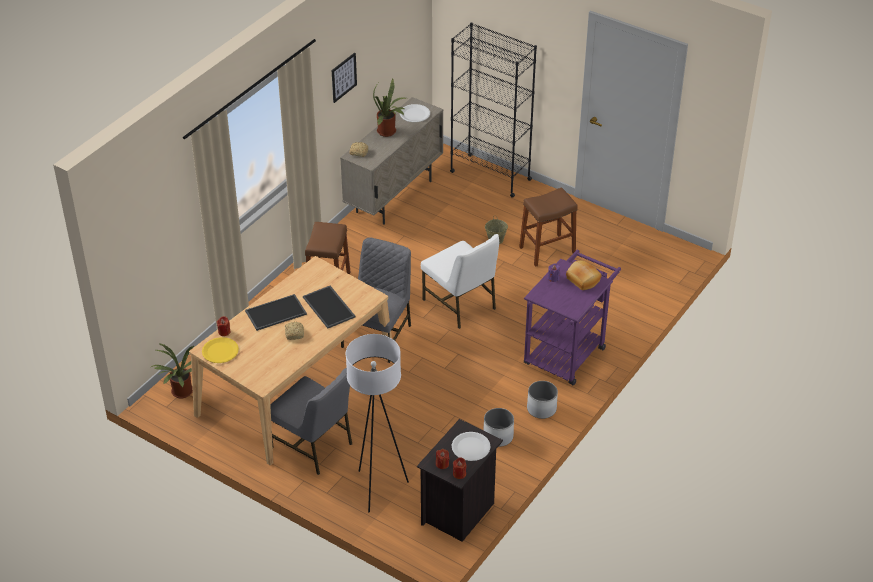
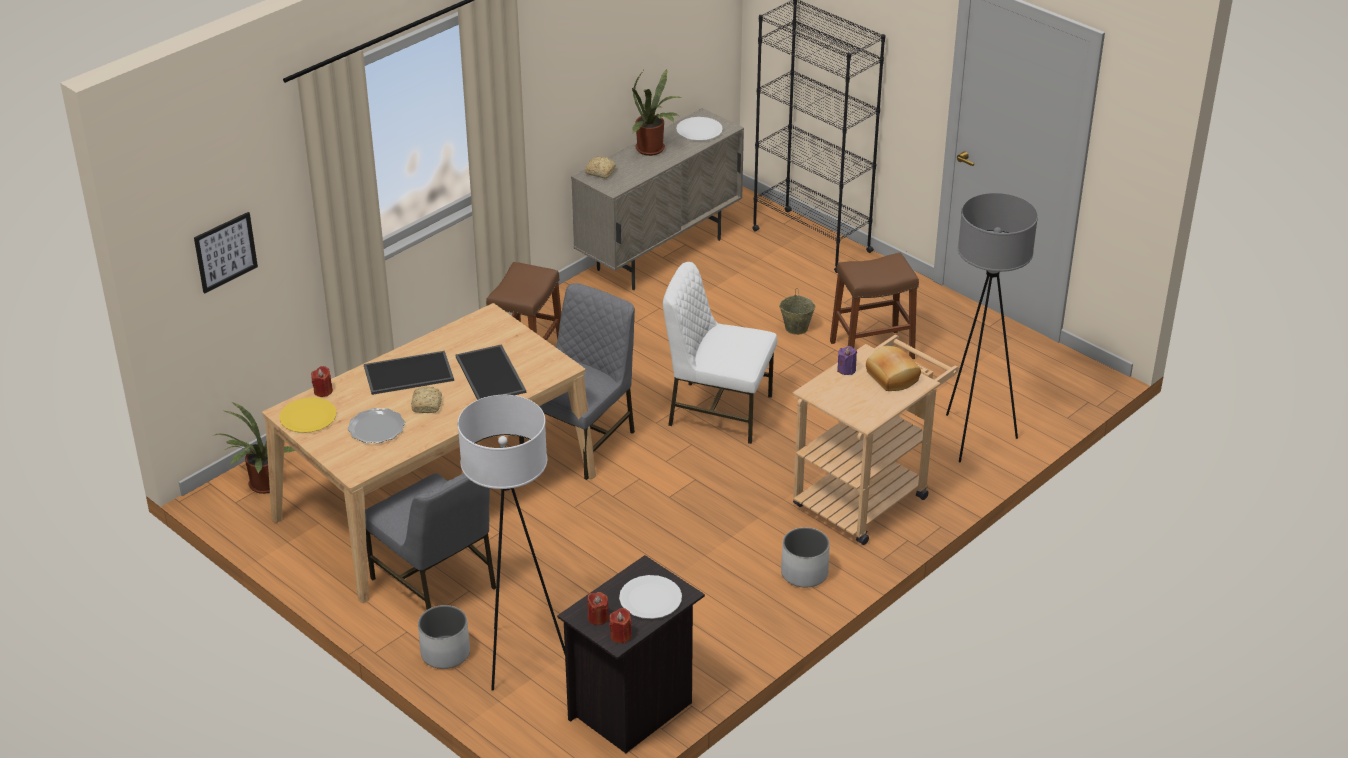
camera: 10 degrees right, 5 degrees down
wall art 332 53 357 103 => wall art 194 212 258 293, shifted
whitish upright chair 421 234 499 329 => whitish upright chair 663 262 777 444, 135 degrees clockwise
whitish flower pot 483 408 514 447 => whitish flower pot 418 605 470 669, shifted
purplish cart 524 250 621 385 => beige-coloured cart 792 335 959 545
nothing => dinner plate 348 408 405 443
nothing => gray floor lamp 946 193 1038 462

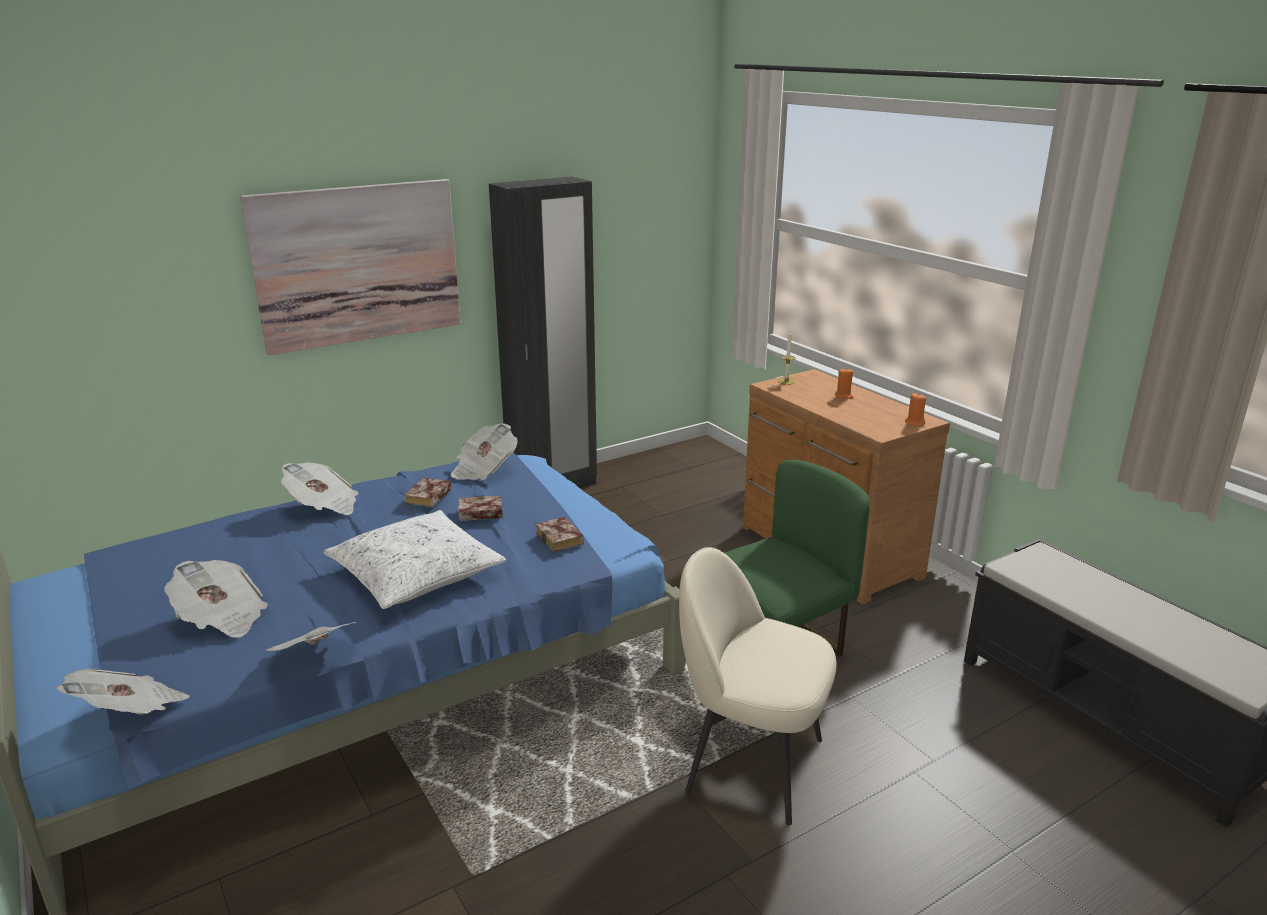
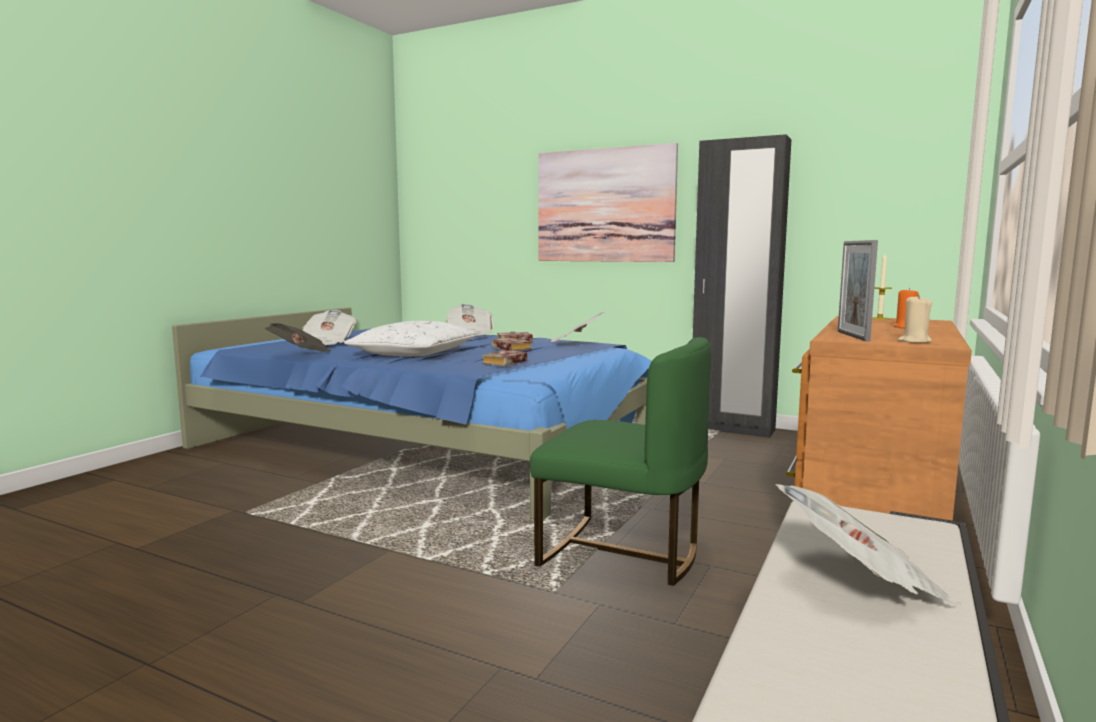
camera: 60 degrees right, 15 degrees down
newspaper 56 669 190 714 => newspaper 775 484 961 605, shifted
beige-coloured upright chair 679 547 836 825 => nothing
orange-coloured candle 905 393 926 426 => beige-coloured candle 898 295 932 343
nothing => standing frame 838 240 878 342

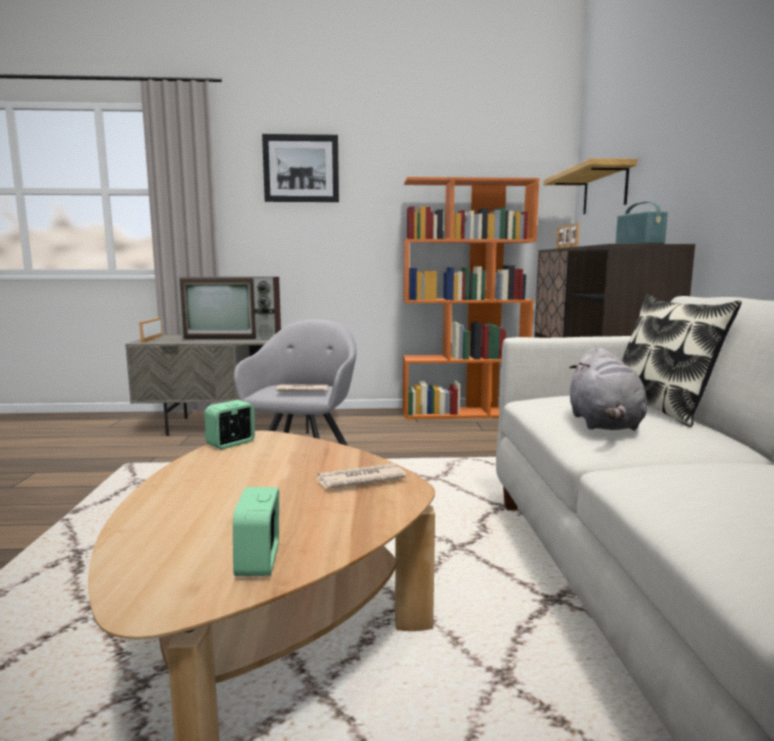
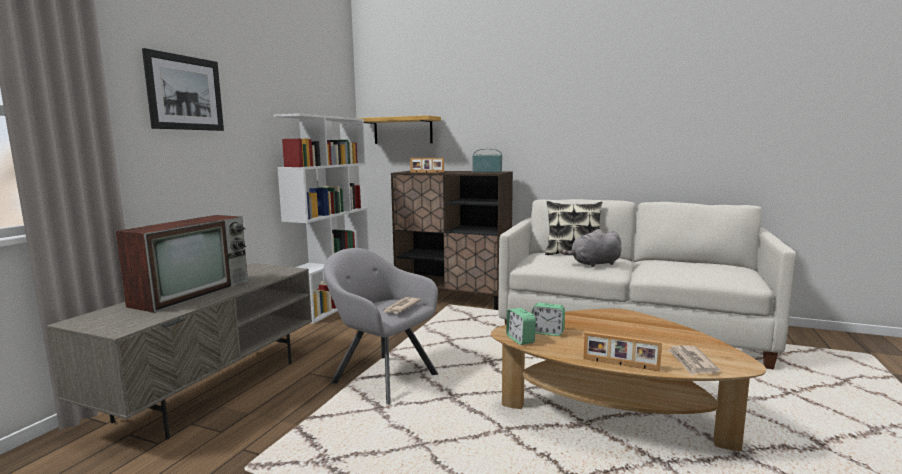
camera: 65 degrees left, 0 degrees up
standing frame 139 317 162 343 => standing frame 583 332 662 372, shifted
alarm clock 233 487 279 576 => alarm clock 532 303 565 336, shifted
newspaper 314 463 407 489 => newspaper 667 345 720 375, shifted
orange-coloured shelving unit 403 177 539 419 => whitish shelving unit 274 113 369 324
gray cuddly toy 569 348 647 431 => gray cuddly toy 560 229 622 267, 135 degrees clockwise

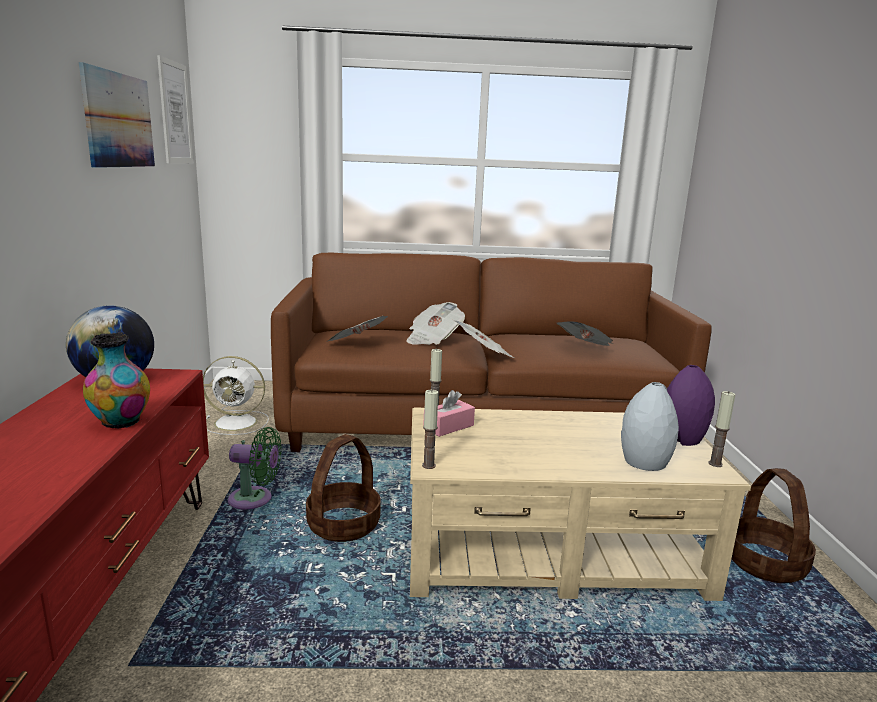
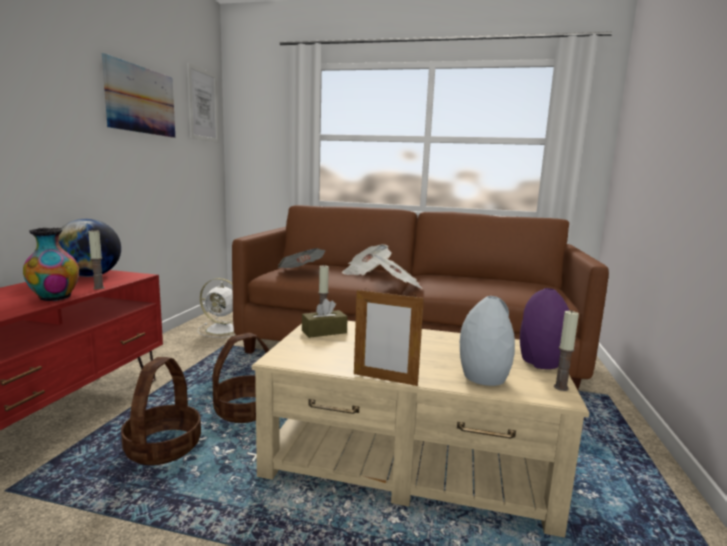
camera: 15 degrees right, 5 degrees down
green cooling fan 228 427 282 509 => nothing
candle 422 390 438 469 => candle 88 230 105 290, shifted
pinkish box of tissues 423 390 475 437 => brown box of tissues 302 299 348 338
newspaper 556 321 613 346 => nothing
basket 732 468 816 583 => basket 121 357 201 465, shifted
nothing => standing frame 354 288 424 386

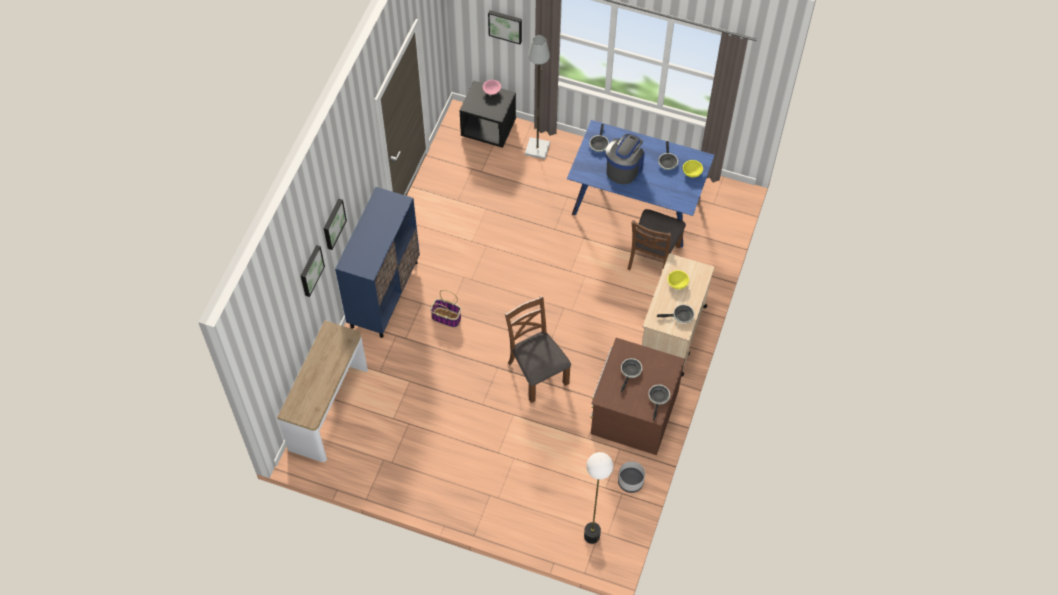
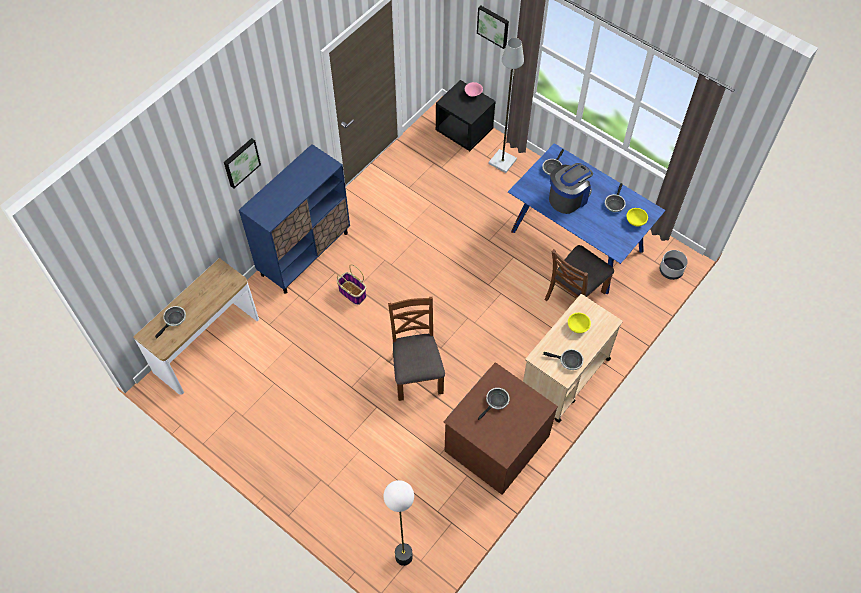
camera: 20 degrees right, 0 degrees up
wall art 301 245 325 297 => nothing
gray flower pot 618 461 645 493 => gray flower pot 660 250 688 280, shifted
skillet 648 385 670 420 => skillet 155 306 186 339, shifted

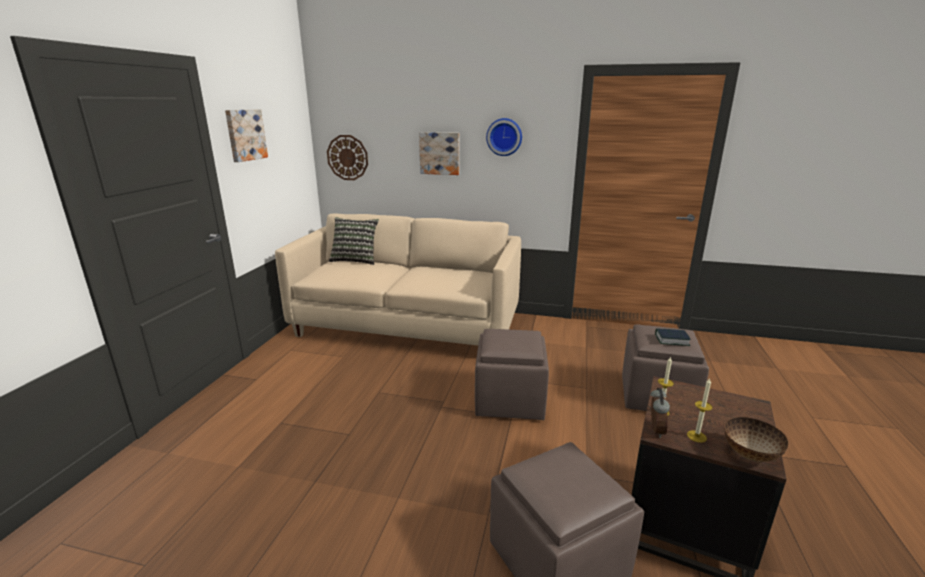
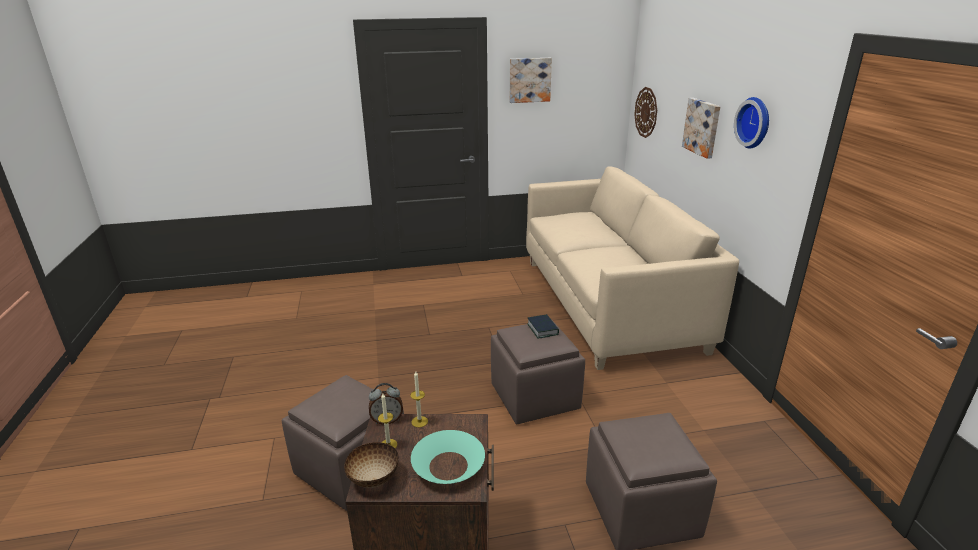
camera: 65 degrees right, 5 degrees up
throw pillow 329 217 379 265 => nothing
bound book 655 328 691 346 => bound book 527 314 559 339, shifted
nothing => blue-green serving bowl 411 430 485 484

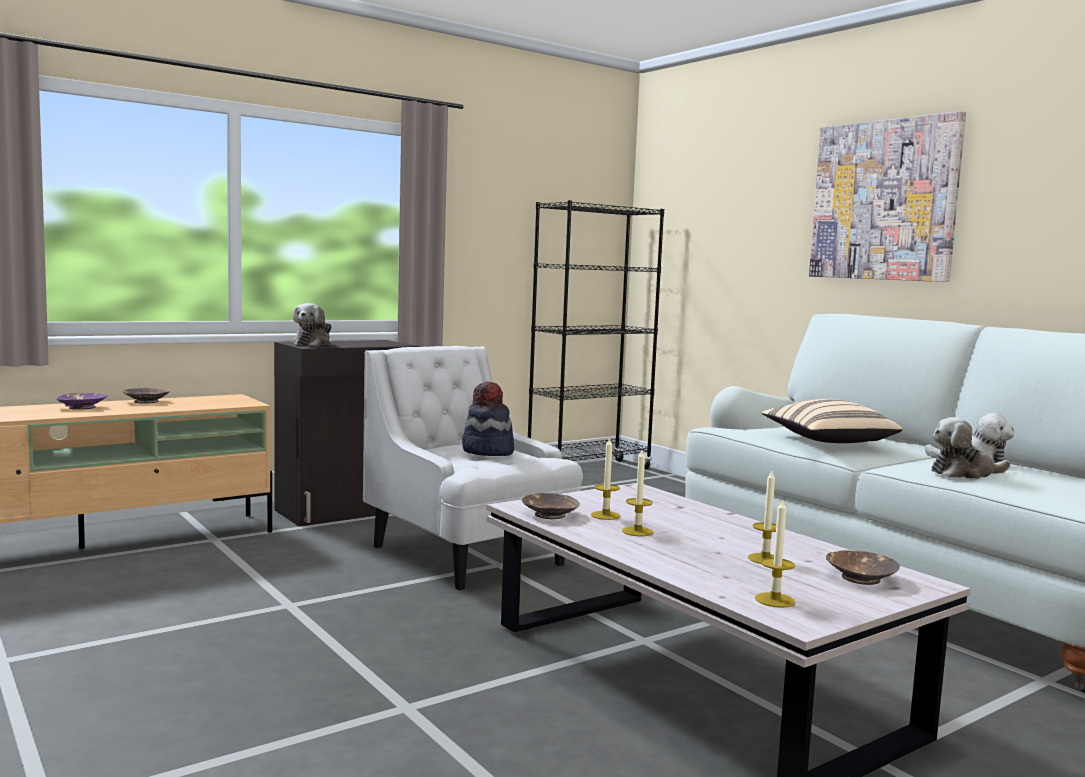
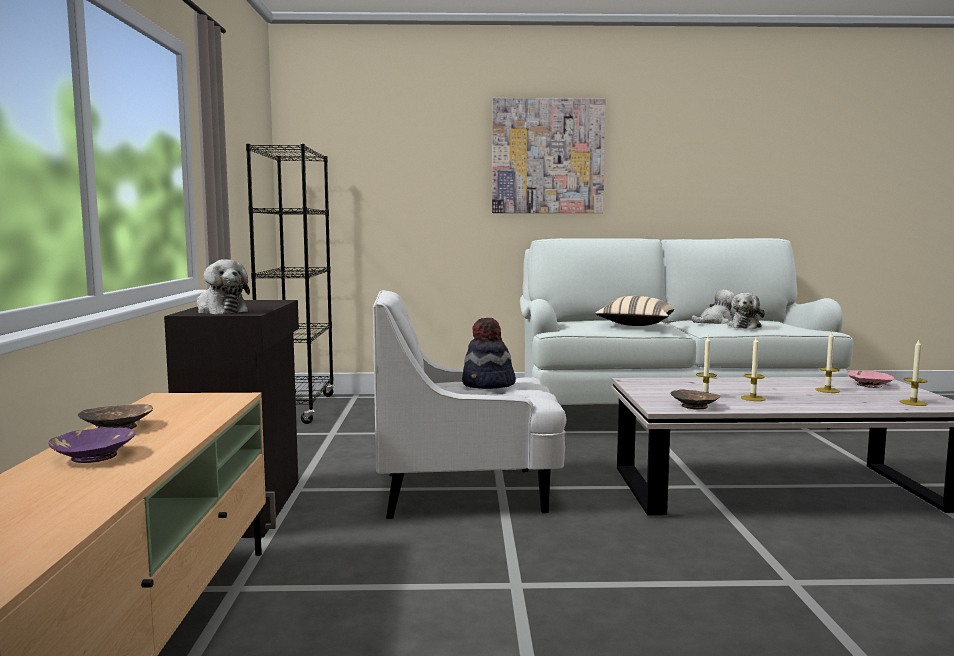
camera: 55 degrees left, 0 degrees up
brown serving bowl 826 550 900 585 => pinkish serving bowl 847 371 894 388

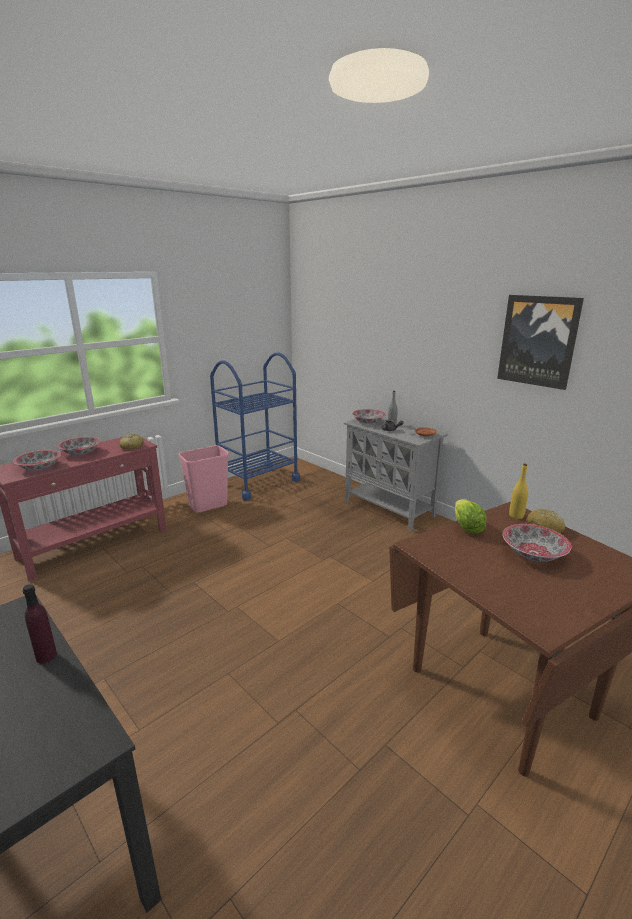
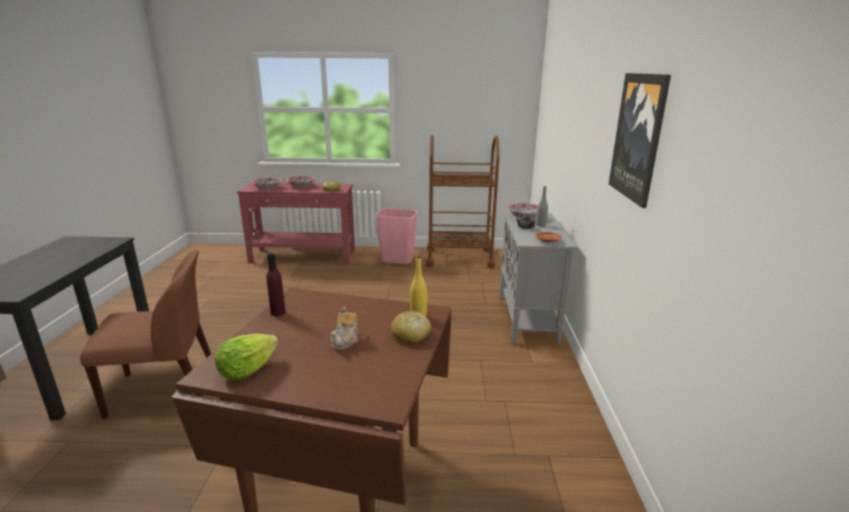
camera: 45 degrees right, 0 degrees up
purplish bottle 23 584 57 664 => purplish bottle 266 252 285 316, shifted
blue-coloured cart 210 352 300 501 => brown cart 426 135 500 268
lettuce 455 499 486 534 => lettuce 215 334 278 380, shifted
serving bowl 503 524 572 562 => pot for tea 331 307 359 350
nothing => brown upright chair 80 250 211 419

